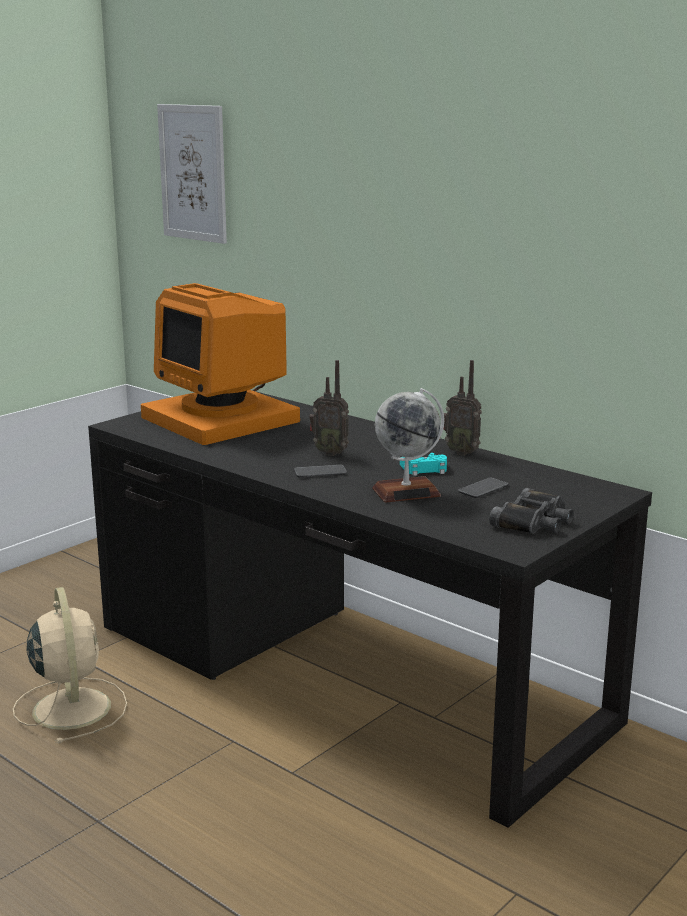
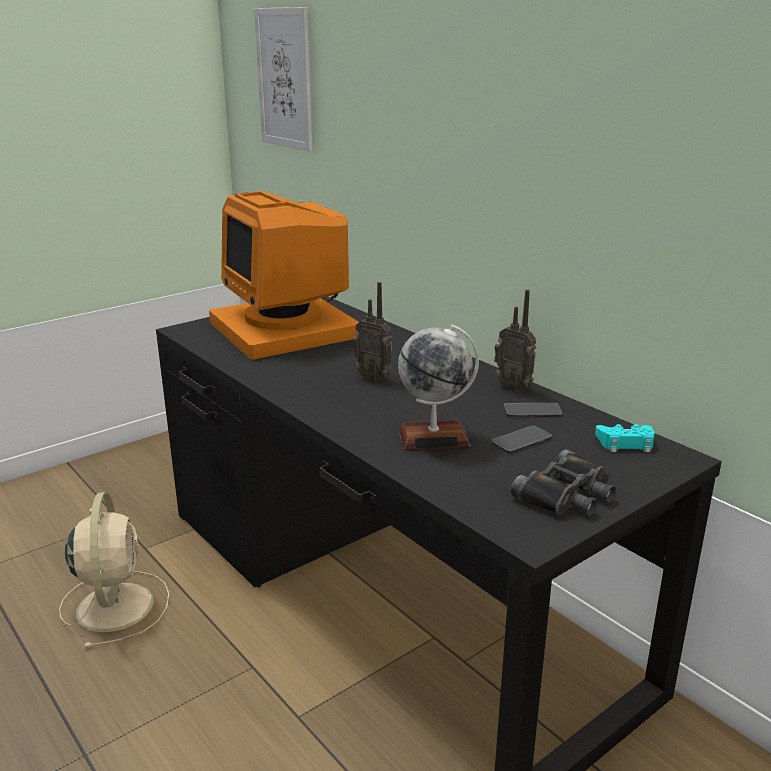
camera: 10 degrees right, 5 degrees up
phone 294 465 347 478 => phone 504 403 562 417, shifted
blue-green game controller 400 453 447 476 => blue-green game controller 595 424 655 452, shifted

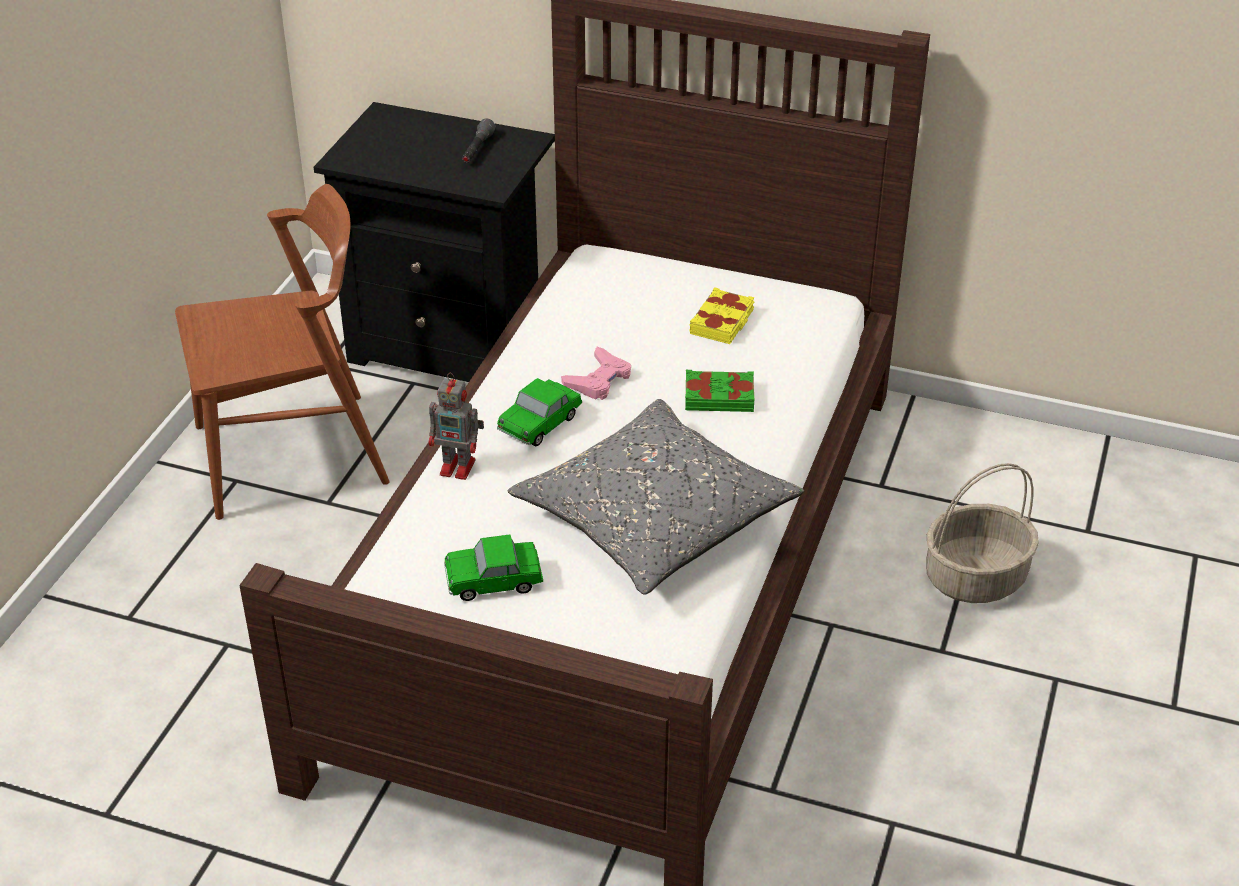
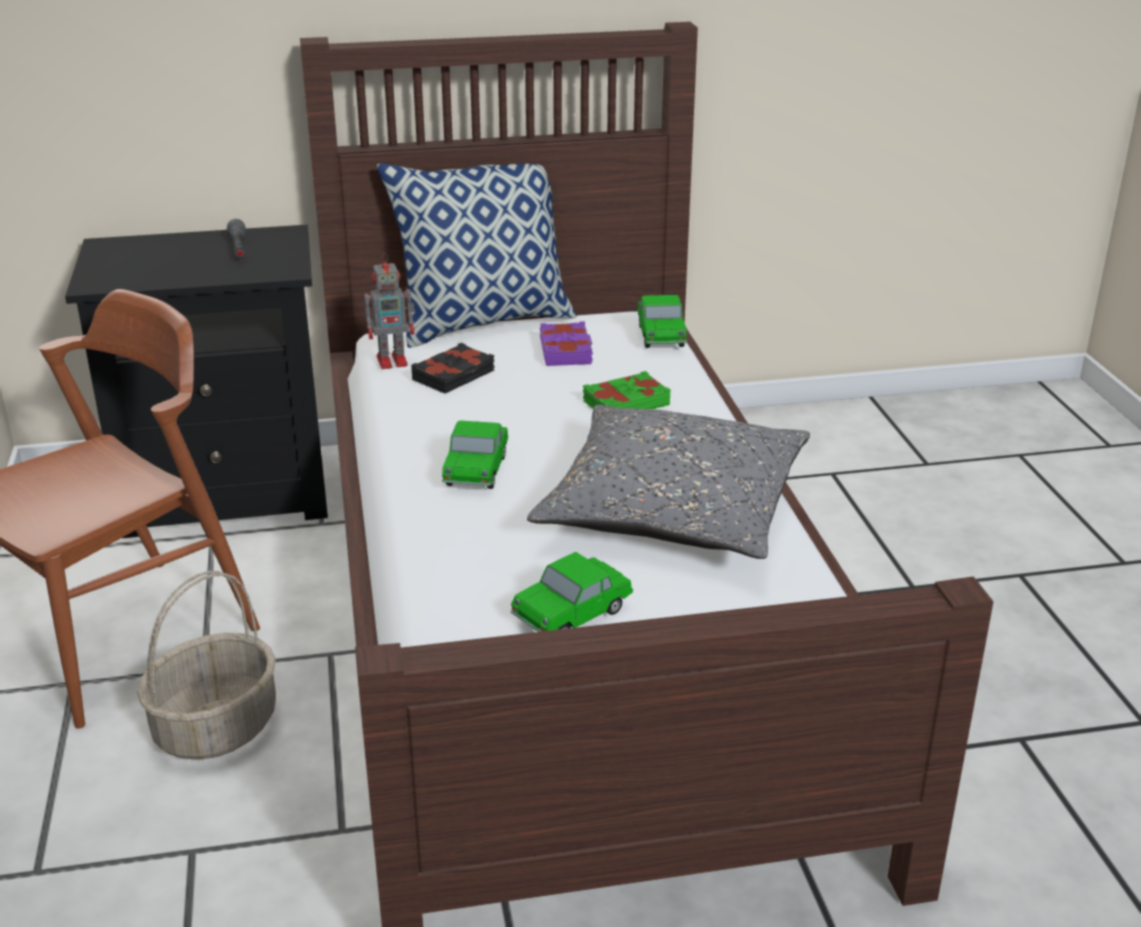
camera: 30 degrees left, 10 degrees down
robot figure 429 373 484 480 => robot figure 364 253 415 369, shifted
pinkish game controller 561 347 631 400 => nothing
yellow bound book 689 287 754 344 => purplish bound book 540 321 593 366
basket 926 463 1039 603 => basket 137 571 276 760, shifted
nothing => throw pillow 377 163 577 348
nothing => black bound book 411 343 495 394
nothing => miniature car 638 295 687 348

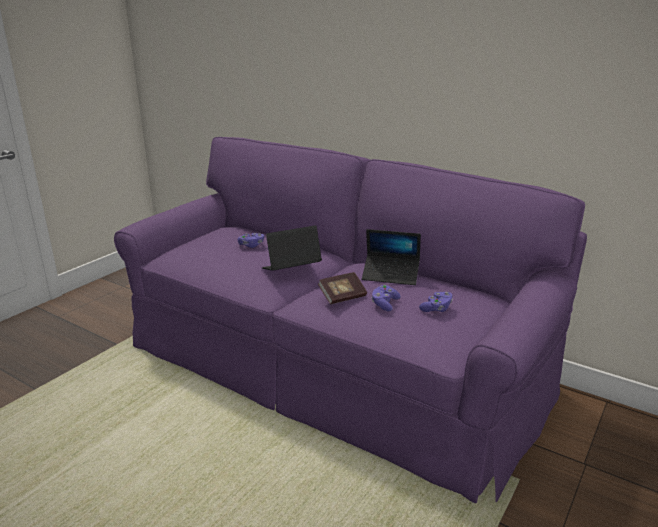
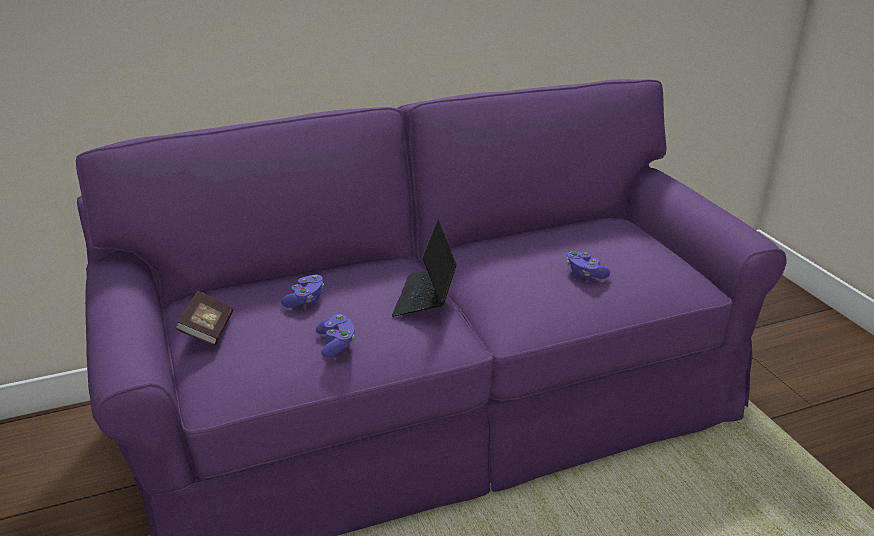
camera: 55 degrees left, 5 degrees up
bound book 318 272 367 304 => bound book 176 291 234 345, shifted
portable computer 362 229 421 285 => nothing
purplish game controller 419 292 453 312 => purplish game controller 316 314 355 357, shifted

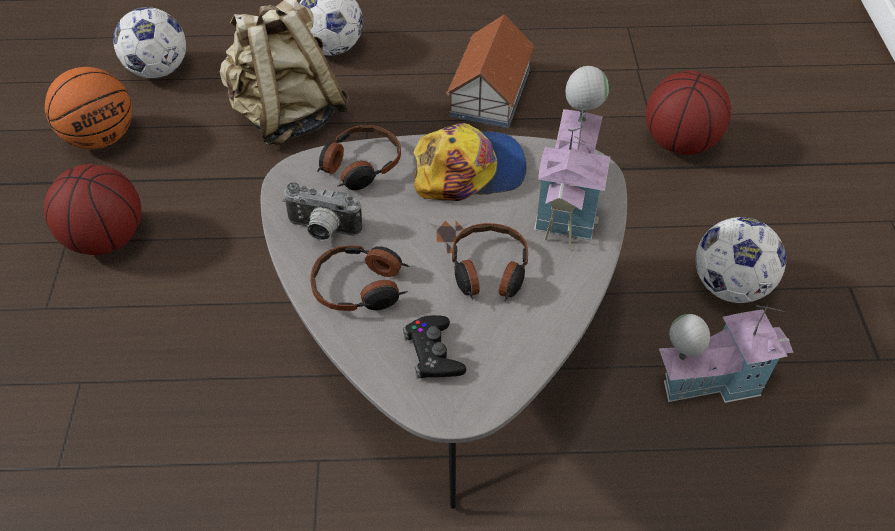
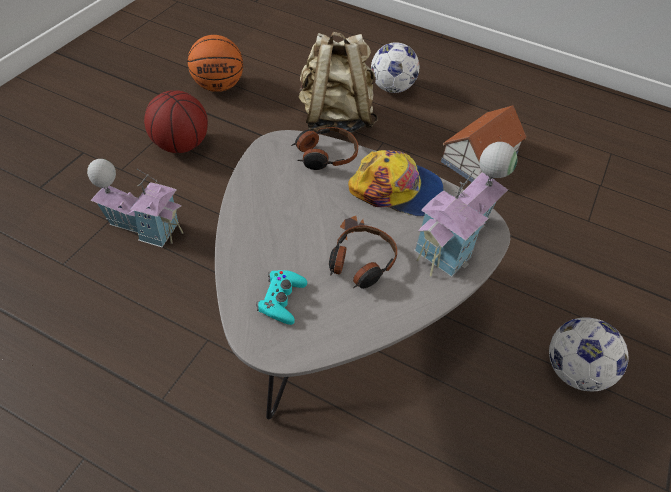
camera: 25 degrees right, 0 degrees up
football 113 7 186 79 => nothing
still camera 282 182 362 241 => nothing
pair of headphones 310 246 410 311 => nothing
black game controller 403 315 466 379 => blue-green game controller 256 270 307 325
ball for basketball 646 71 731 155 => nothing
toy house 659 305 794 403 => toy house 87 159 183 247, shifted

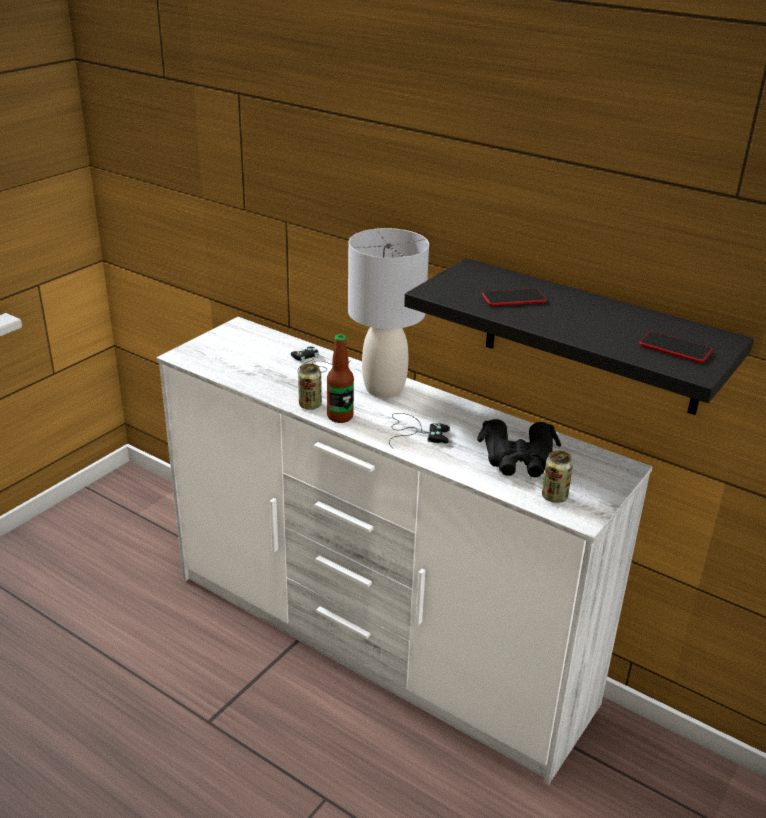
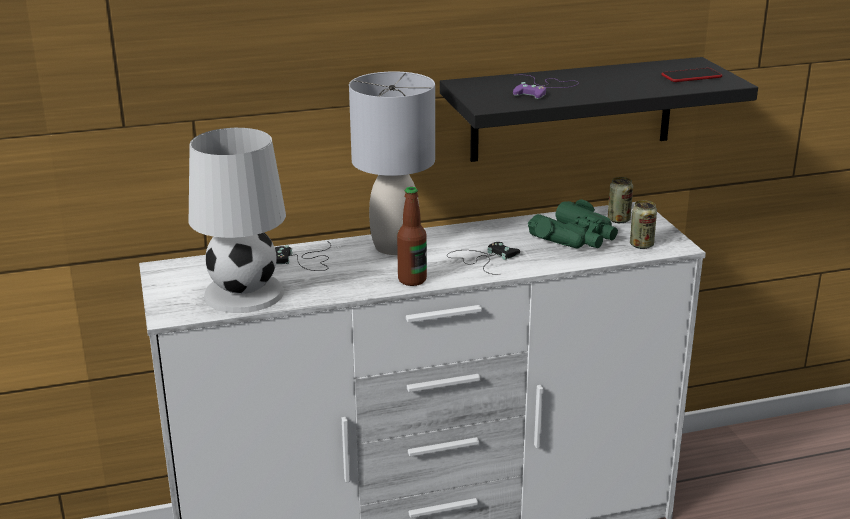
camera: 50 degrees left, 5 degrees down
metal can 298 364 322 410 => metal can 608 177 633 223, shifted
black binoculars 477 419 561 477 => green binoculars 528 200 618 248
phone 482 288 547 306 => purplish game controller 513 75 579 99
nothing => whitish table lamp 189 128 286 313

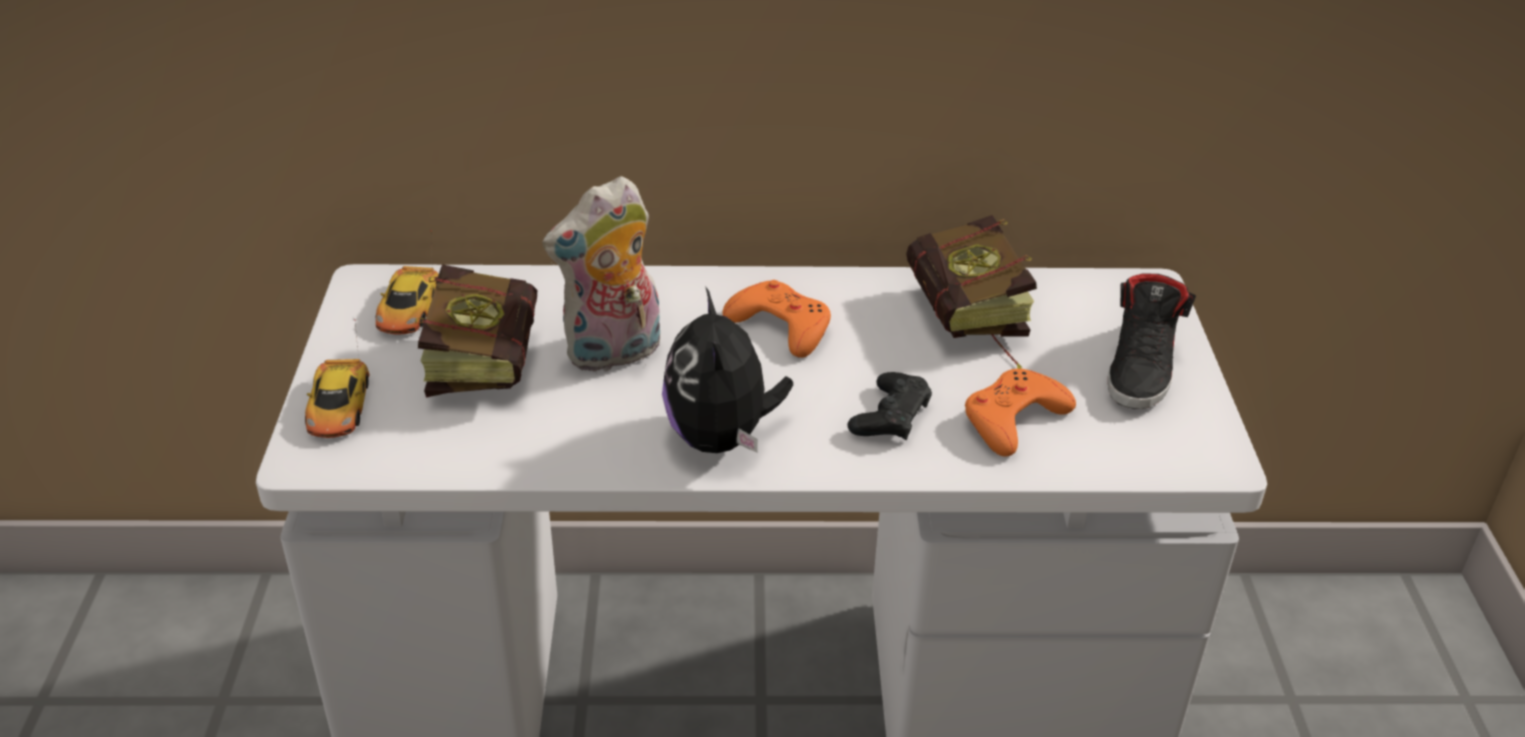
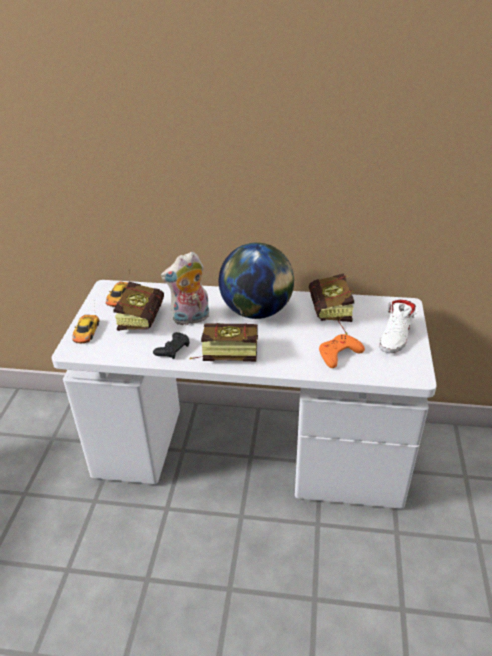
camera: 10 degrees right, 0 degrees up
cuddly toy 662 286 793 453 => bound book 189 323 258 362
orange-coloured game controller 723 280 831 358 => desk globe 219 243 294 319
black game controller 847 372 932 440 => black game controller 153 332 190 359, shifted
black item of footwear 1108 273 1196 409 => whitish item of footwear 379 300 418 353

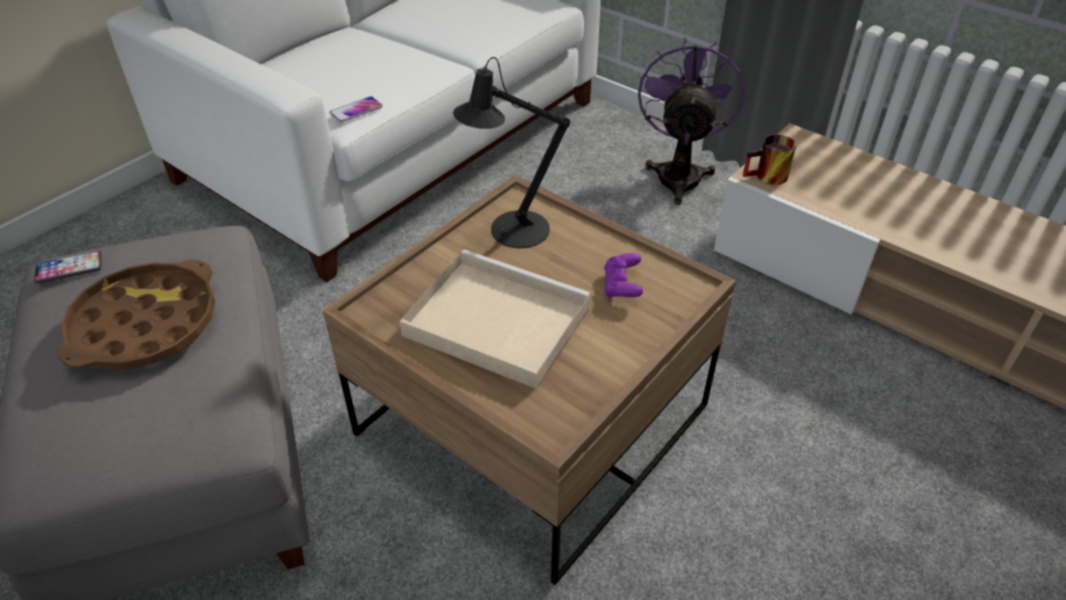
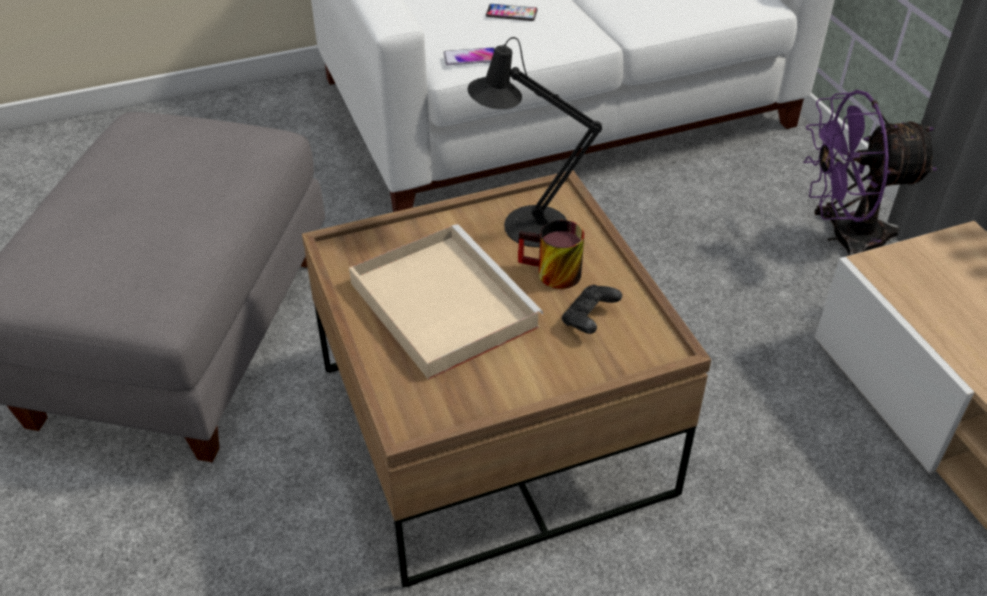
camera: 30 degrees right, 0 degrees up
phone 34 250 102 284 => phone 486 4 538 21, shifted
brown carrying tray 57 260 215 369 => nothing
purplish game controller 604 253 643 298 => black game controller 562 285 622 334
purplish cooling fan 638 37 744 205 => purplish cooling fan 803 90 937 255, 135 degrees counterclockwise
coffee mug 743 134 796 185 => coffee mug 518 220 584 289, shifted

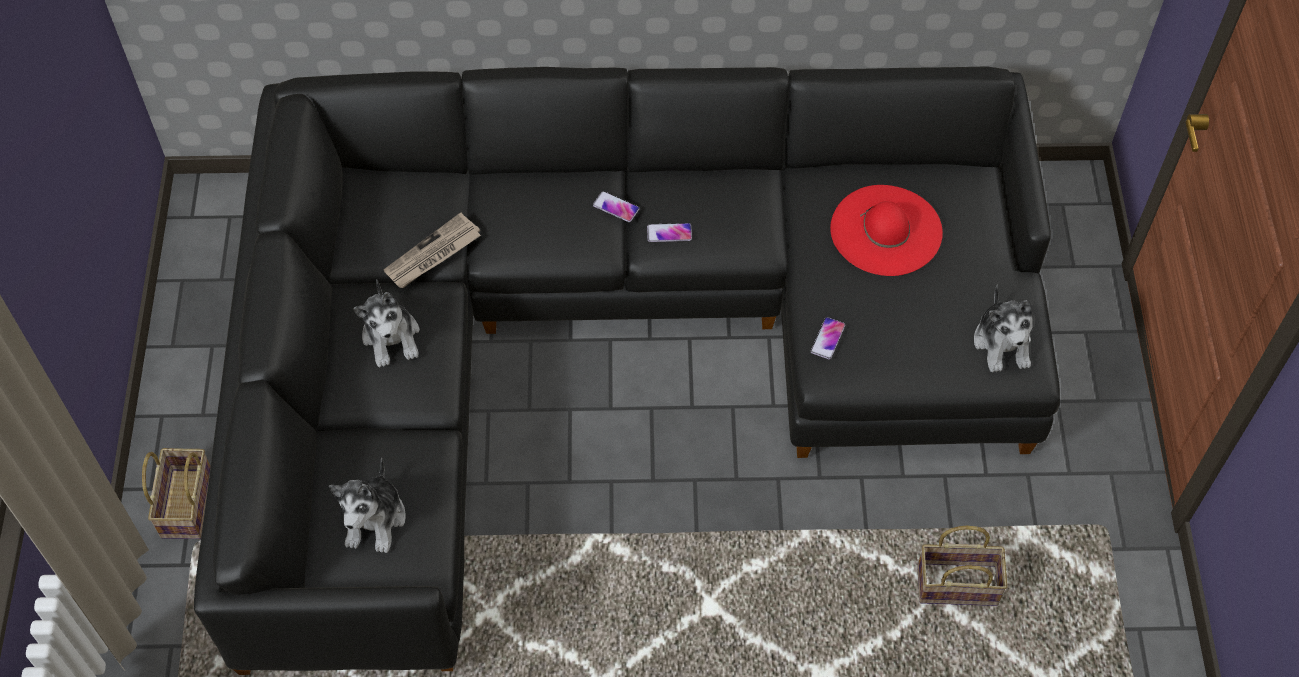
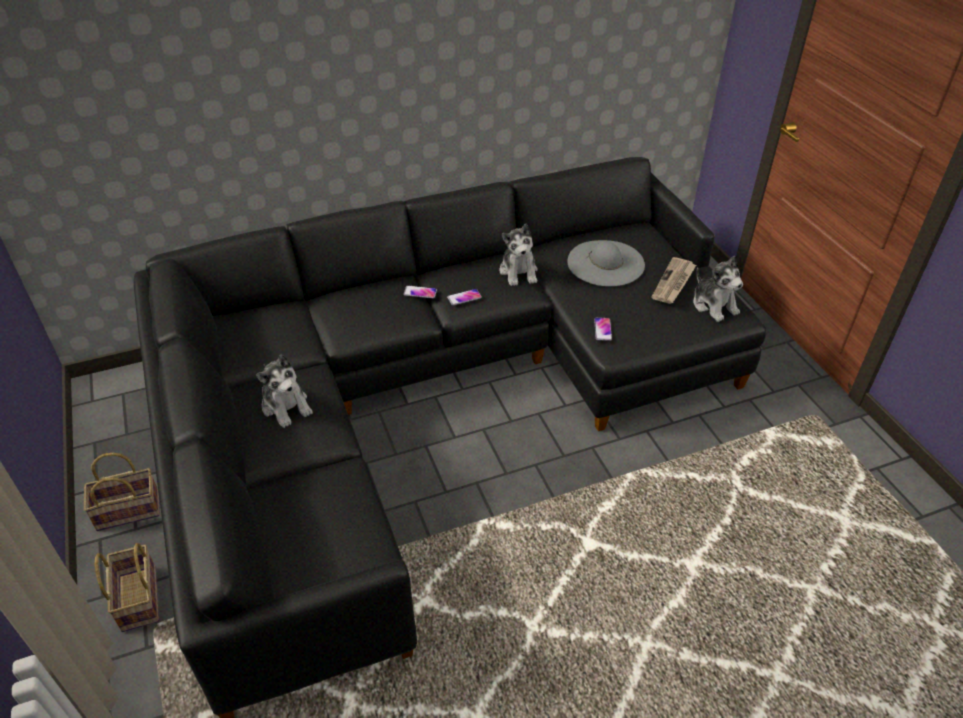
camera: 20 degrees left, 15 degrees down
cuddly toy 329 458 406 553 => cuddly toy 499 224 538 286, shifted
newspaper 384 212 481 288 => newspaper 652 257 696 304, shifted
red wearable hat 830 185 943 276 => gray wearable hat 568 240 645 286
basket 917 526 1008 606 => basket 83 453 160 531, shifted

